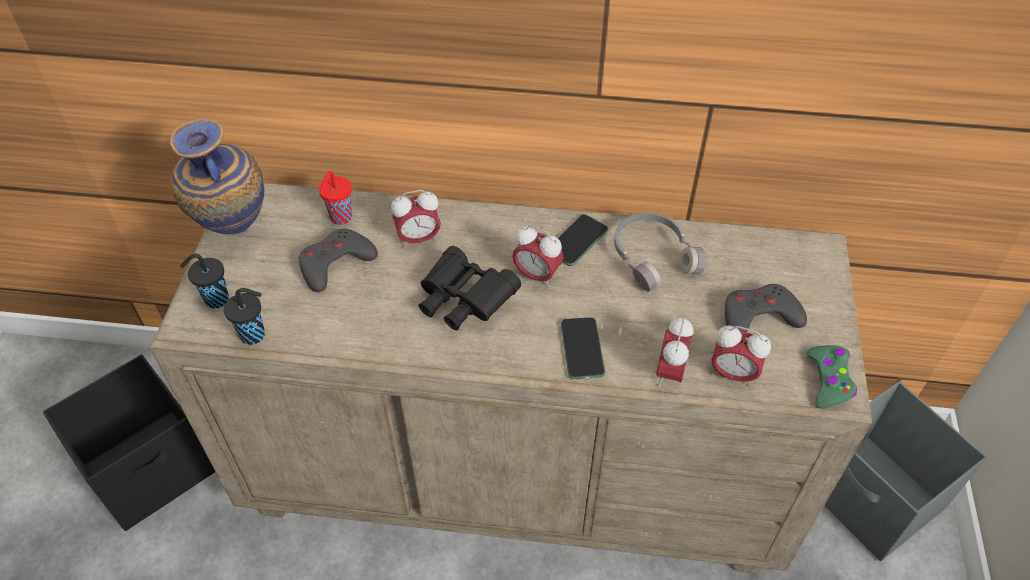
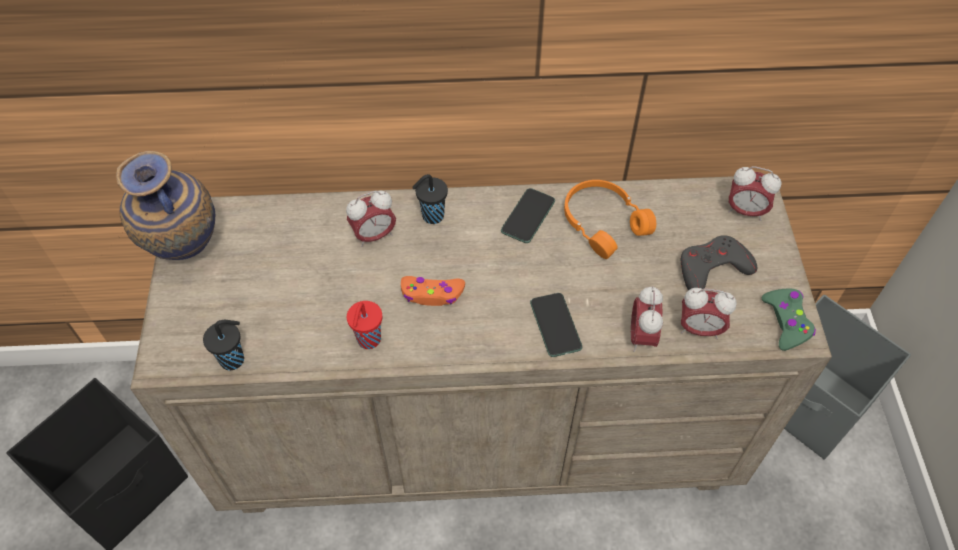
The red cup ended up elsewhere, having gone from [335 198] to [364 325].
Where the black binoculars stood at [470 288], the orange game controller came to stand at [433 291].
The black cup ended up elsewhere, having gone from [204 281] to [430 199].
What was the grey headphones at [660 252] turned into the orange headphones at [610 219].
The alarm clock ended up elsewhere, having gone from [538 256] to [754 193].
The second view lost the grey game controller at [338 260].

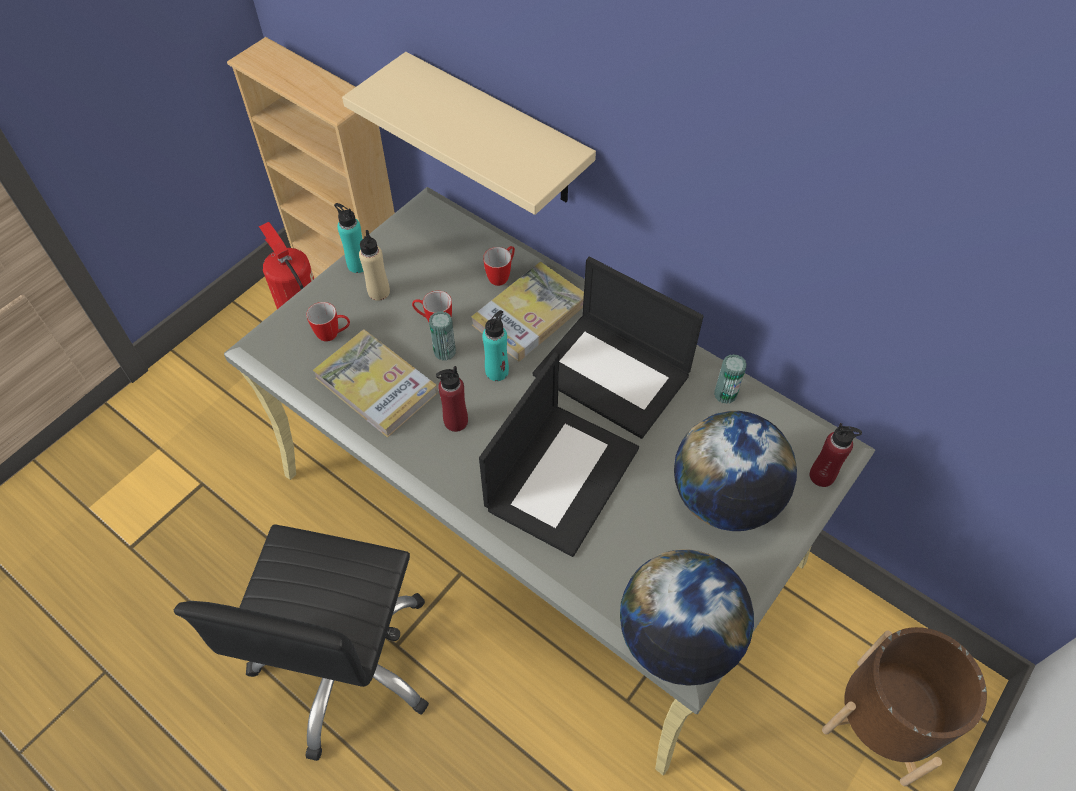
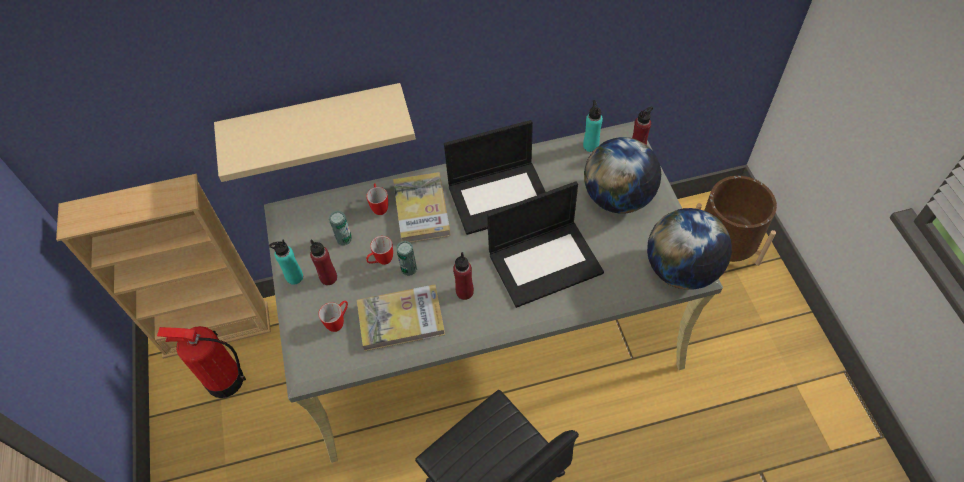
What was the beige bottle at [374 265] turned into the red bottle at [323 262].
The can ended up elsewhere, having gone from [730 379] to [340 228].
The laptop at [559 454] ended up facing another way, 90 degrees clockwise from before.
The turquoise bottle ended up elsewhere, having gone from [495 345] to [593 126].

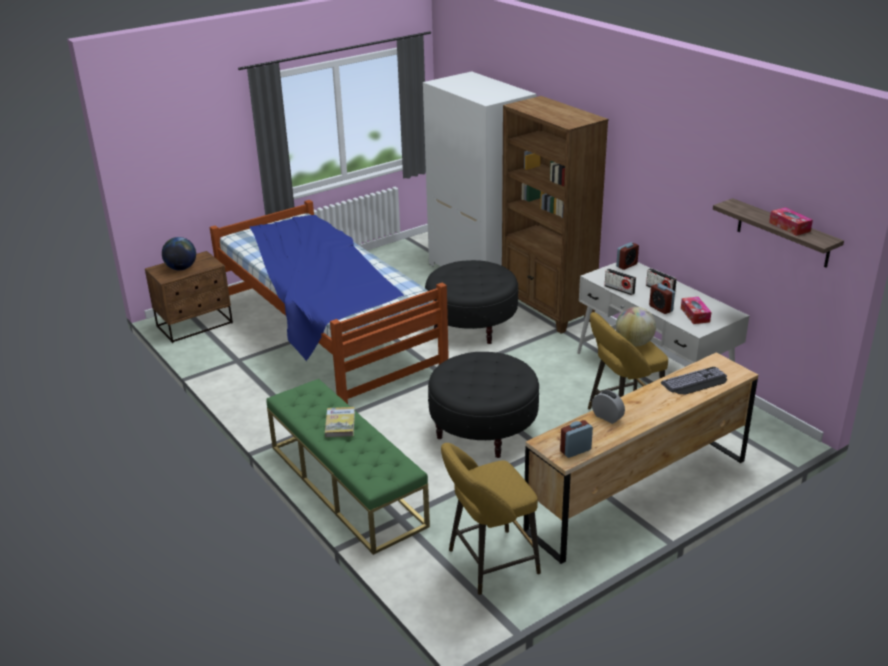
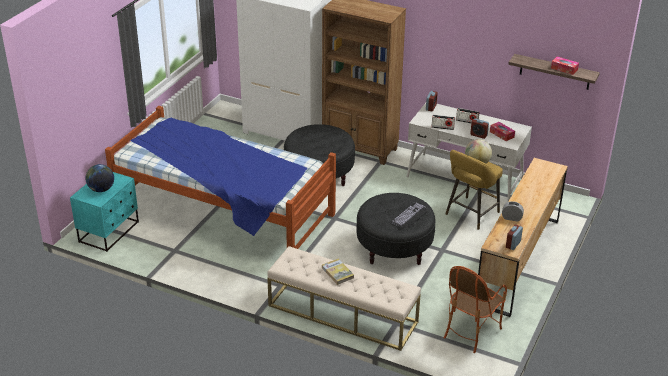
What was the brown nightstand at [189 297] turned into the turquoise nightstand at [104 212].
What was the green bench at [348 467] turned into the beige bench at [344 298].
The keyboard ended up elsewhere, having gone from [694 381] to [409 215].
Where the yellow stool stood at [491 519], the armchair came to stand at [475 309].

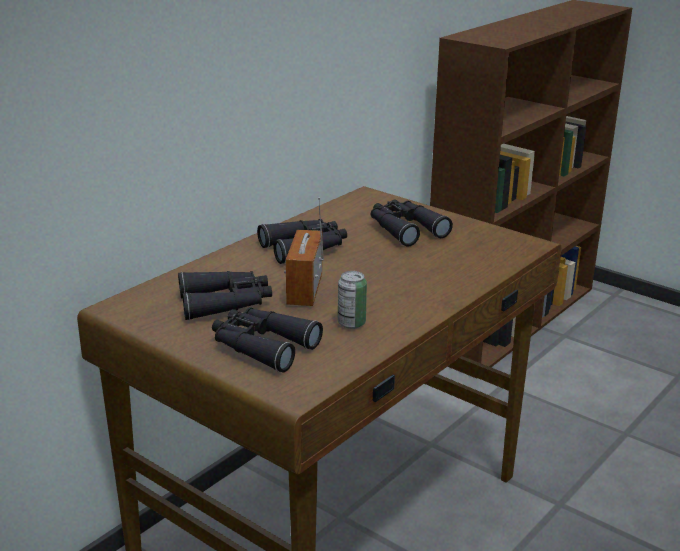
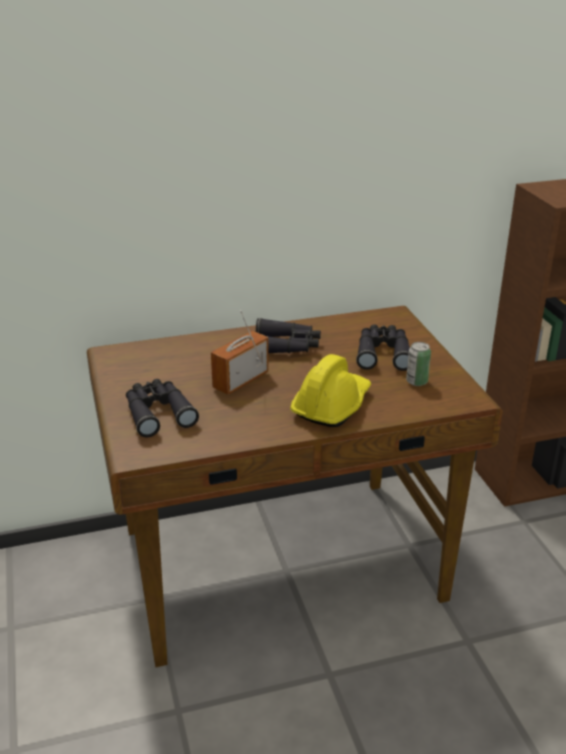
The second view gained the yellow hard hat at [330 390].
The can ended up elsewhere, having gone from [352 300] to [418 364].
The second view lost the black binoculars at [225 295].

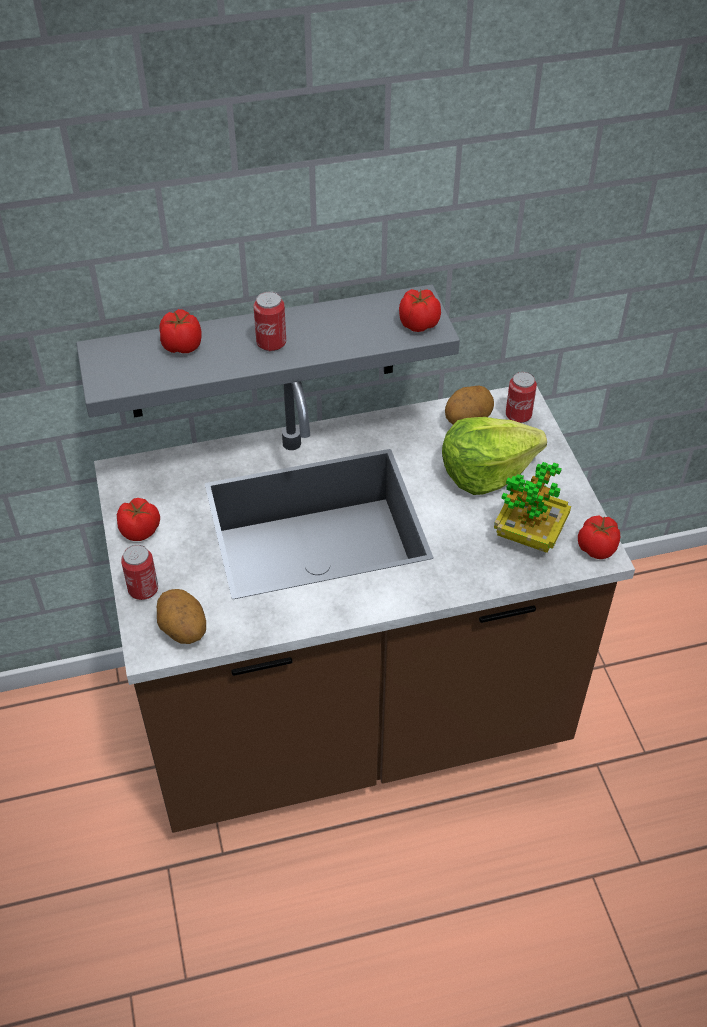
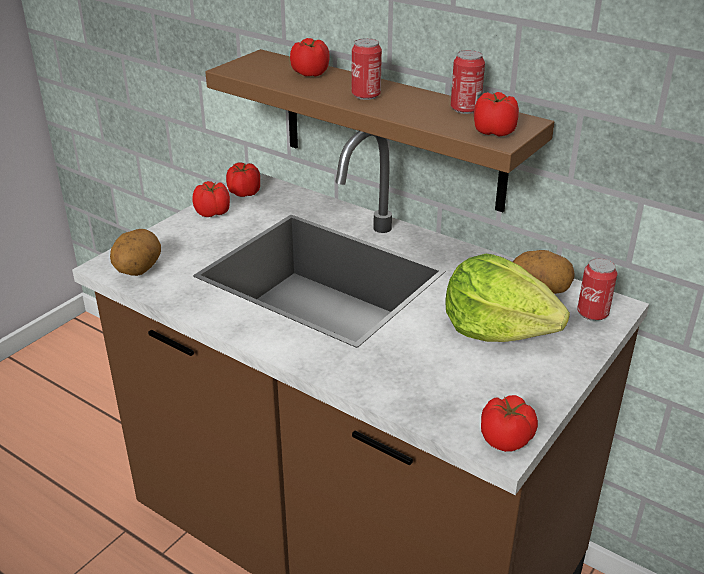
What was the grey shelf at [268 351] turned into the brown shelf at [379 130].
The second view gained the tomato at [243 179].
The can ended up elsewhere, having gone from [139 572] to [468 82].
The second view lost the potted plant at [532 507].

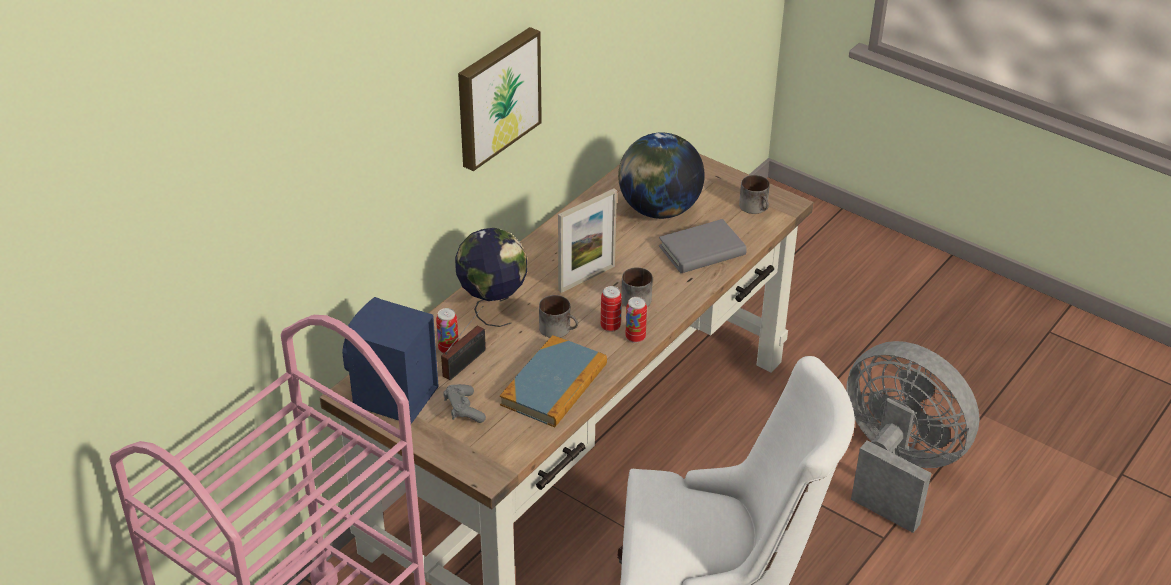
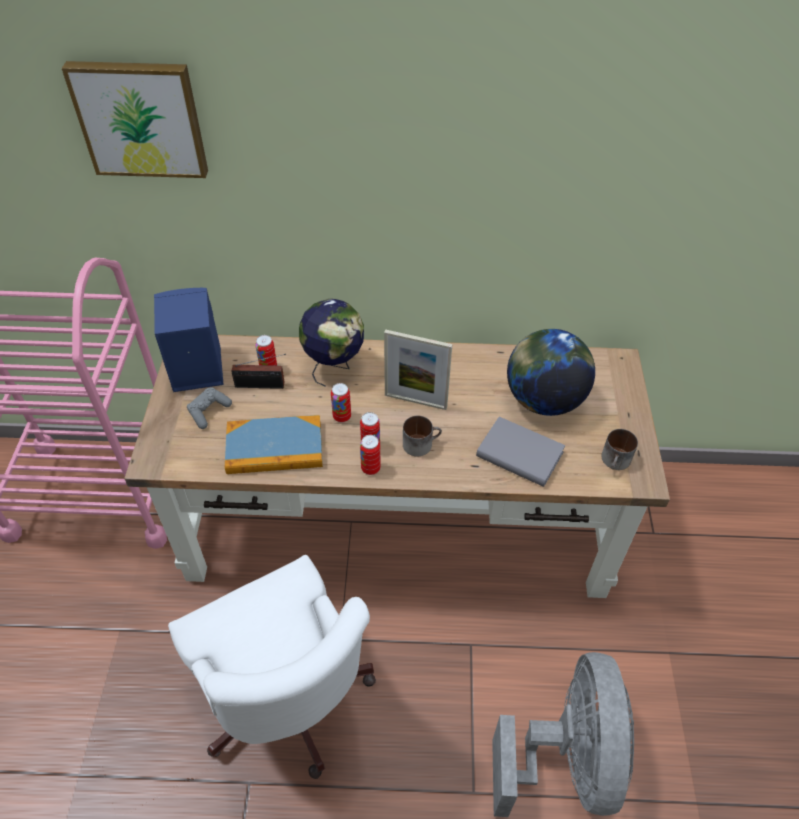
The picture ended up elsewhere, having gone from [500 99] to [135 119].
Where the mug stood at [558 316], the can came to stand at [341 402].

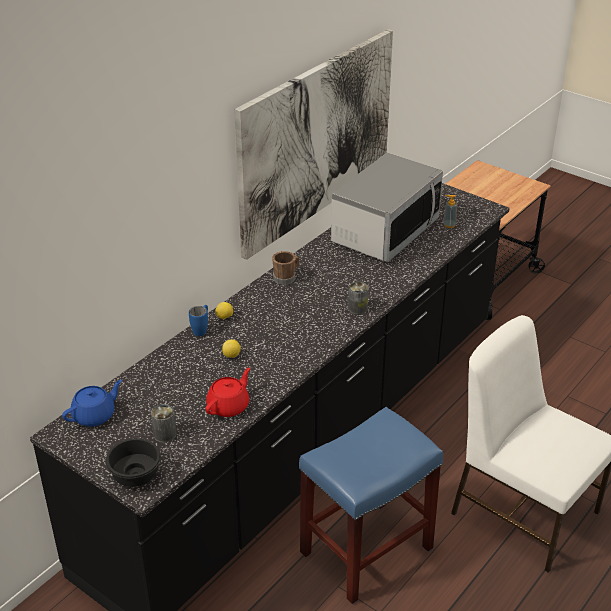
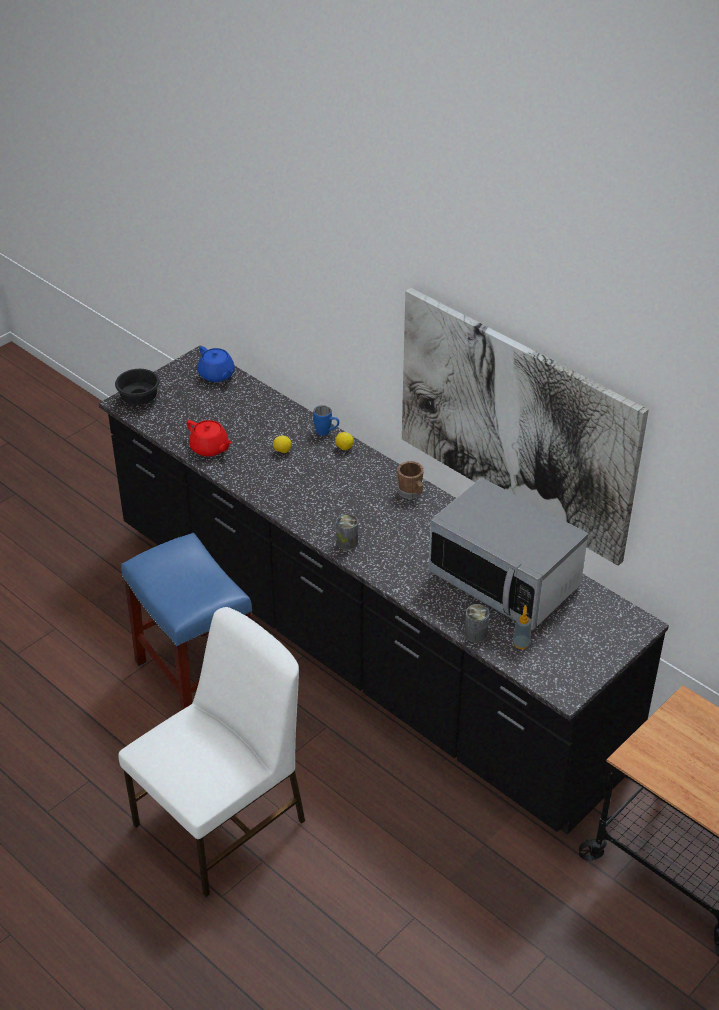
The can ended up elsewhere, having gone from [164 423] to [476 623].

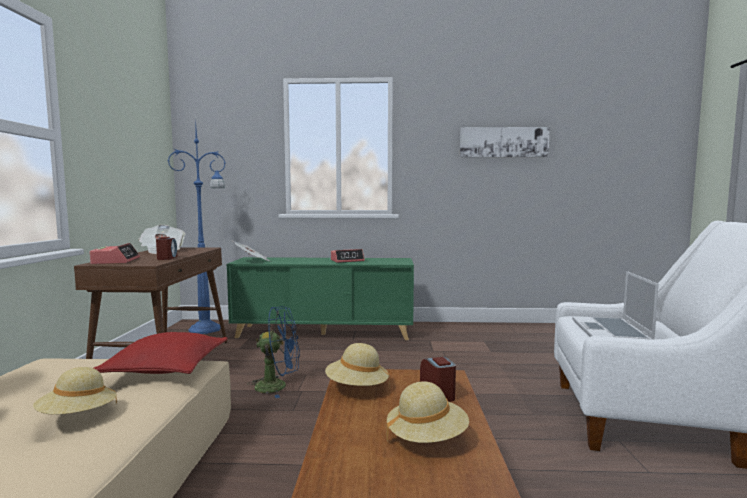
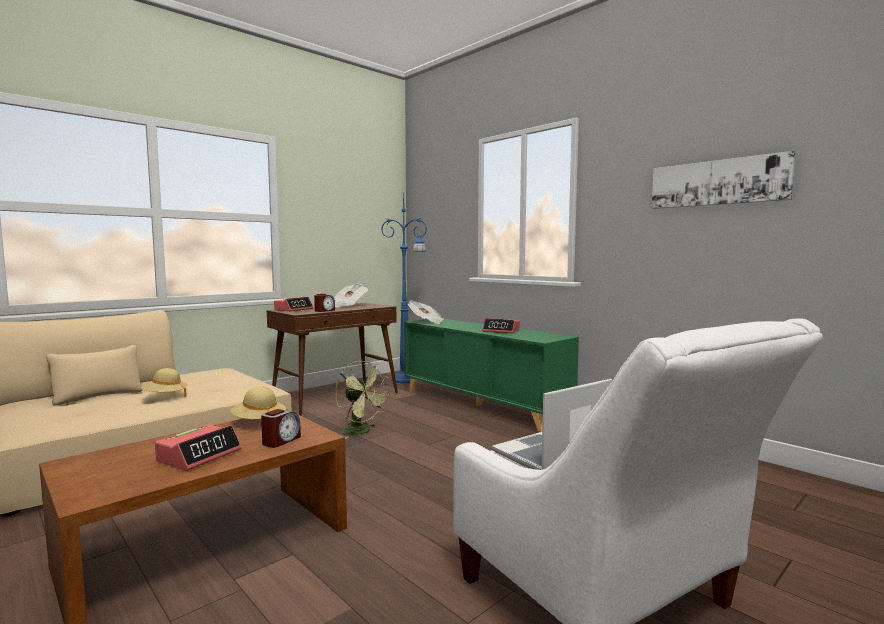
Where the beige hat stood at [428 412], the alarm clock came to stand at [198 447].
What was the blue fan at [273 352] turned into the green fan at [363 400].
The second view lost the red pillow at [161 353].

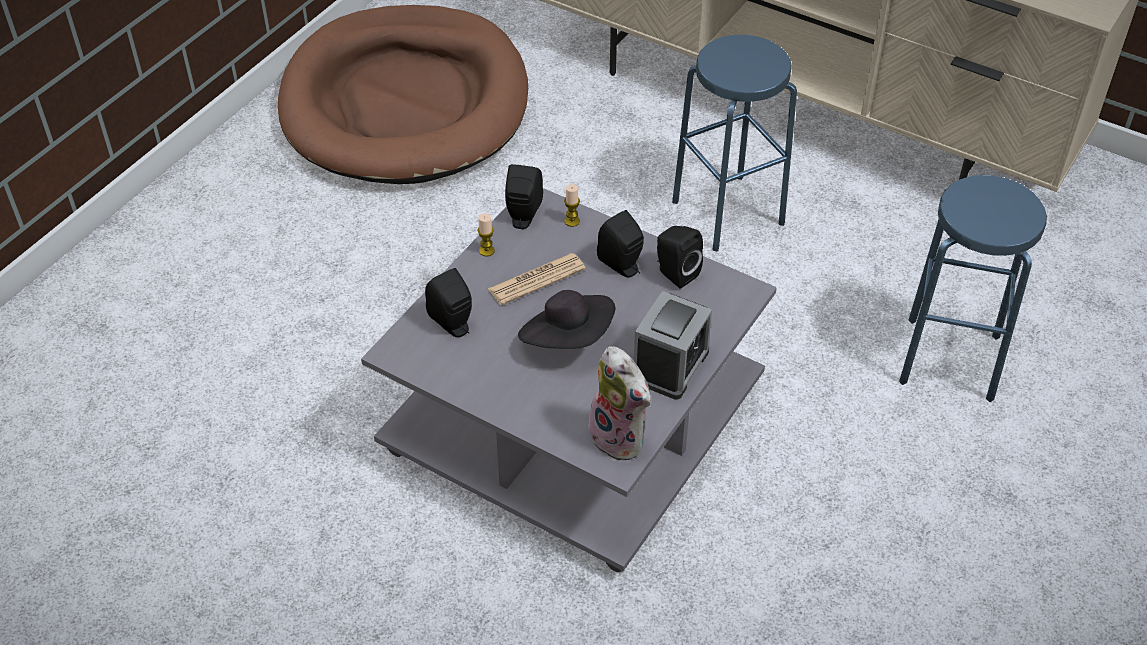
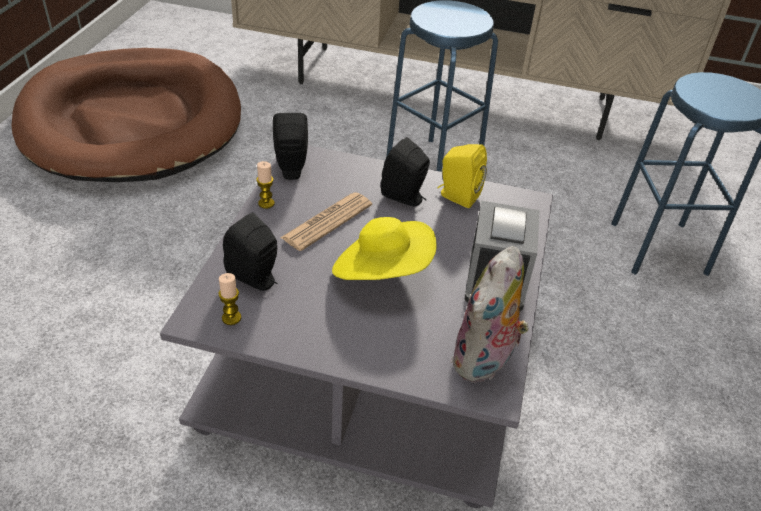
The candle ended up elsewhere, having gone from [572 205] to [229 299].
What was the black hat at [566 319] turned into the yellow hat at [384 248].
What was the black speaker at [680 257] turned into the yellow speaker at [462 176].
The plush toy at [619 403] ended up facing another way, 90 degrees clockwise from before.

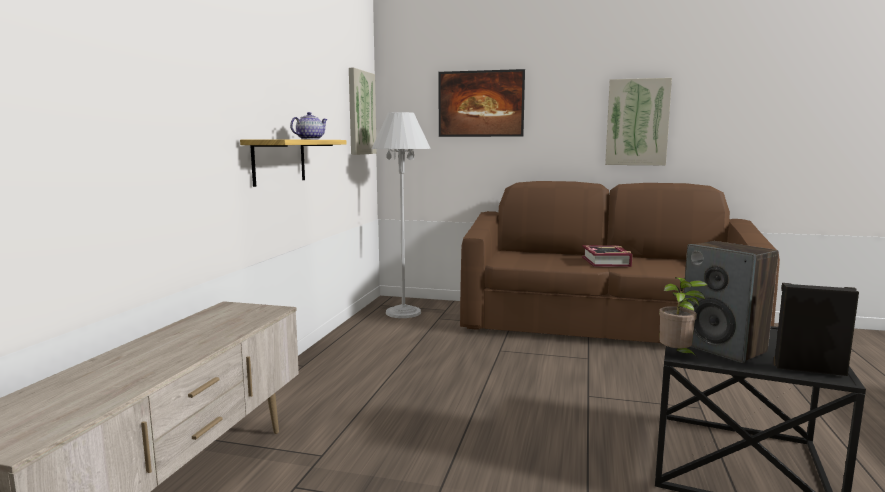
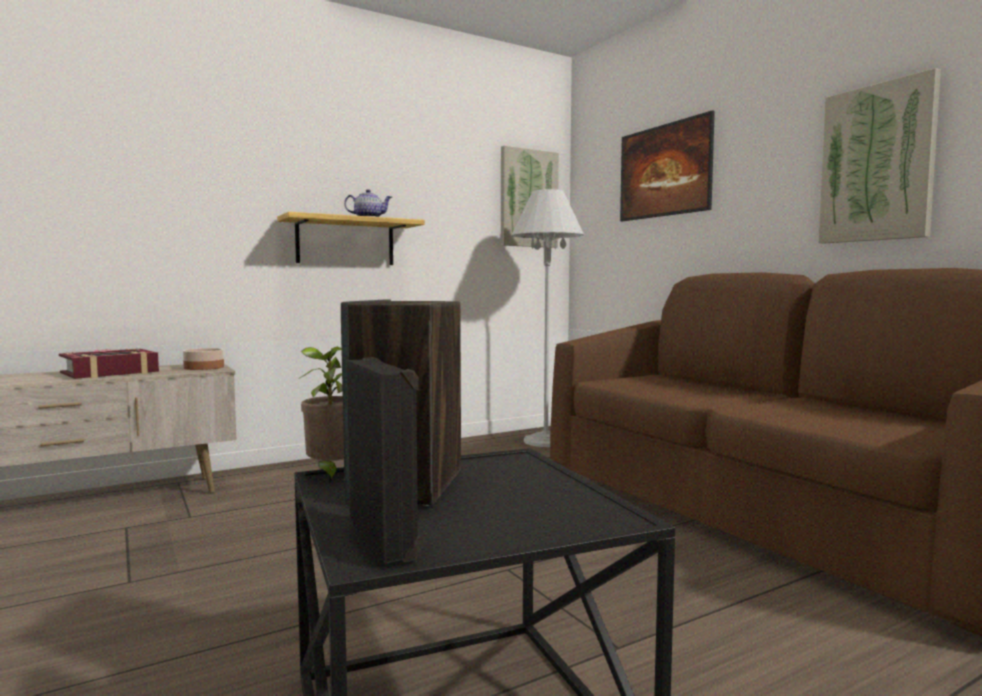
The book ended up elsewhere, having gone from [607 256] to [109 363].
The second view gained the bowl at [203 359].

